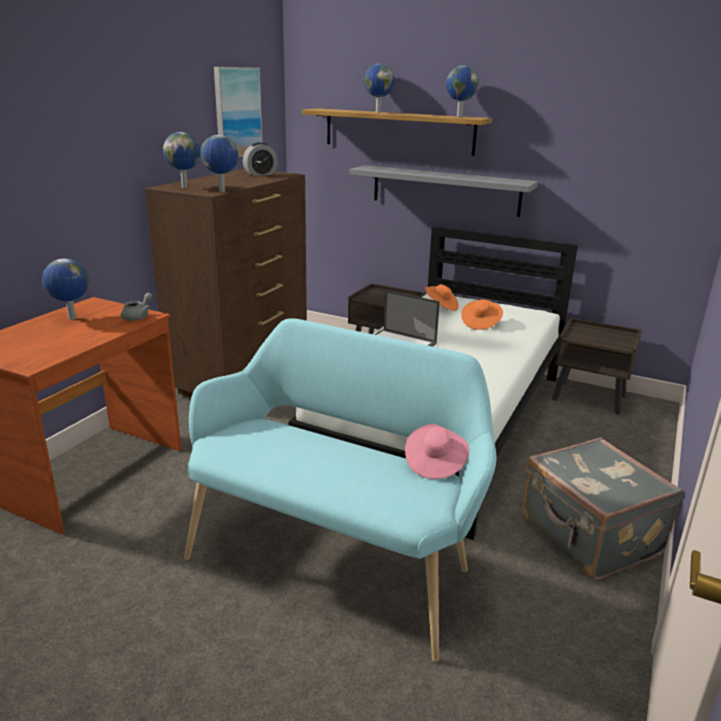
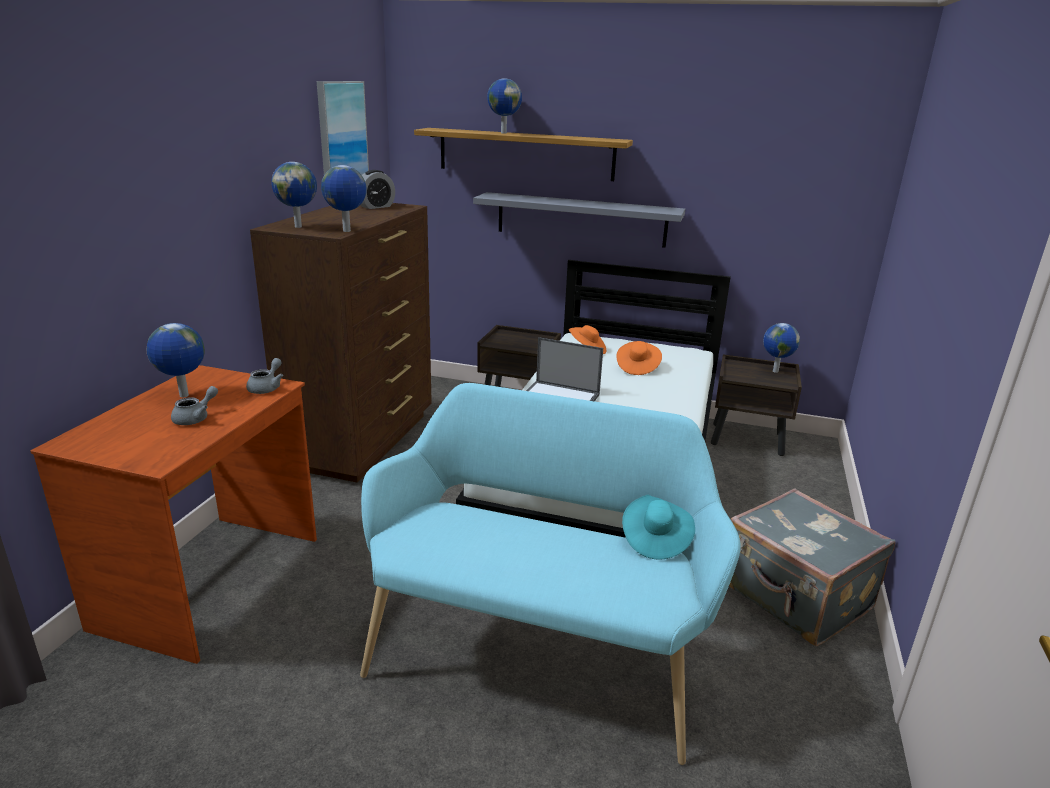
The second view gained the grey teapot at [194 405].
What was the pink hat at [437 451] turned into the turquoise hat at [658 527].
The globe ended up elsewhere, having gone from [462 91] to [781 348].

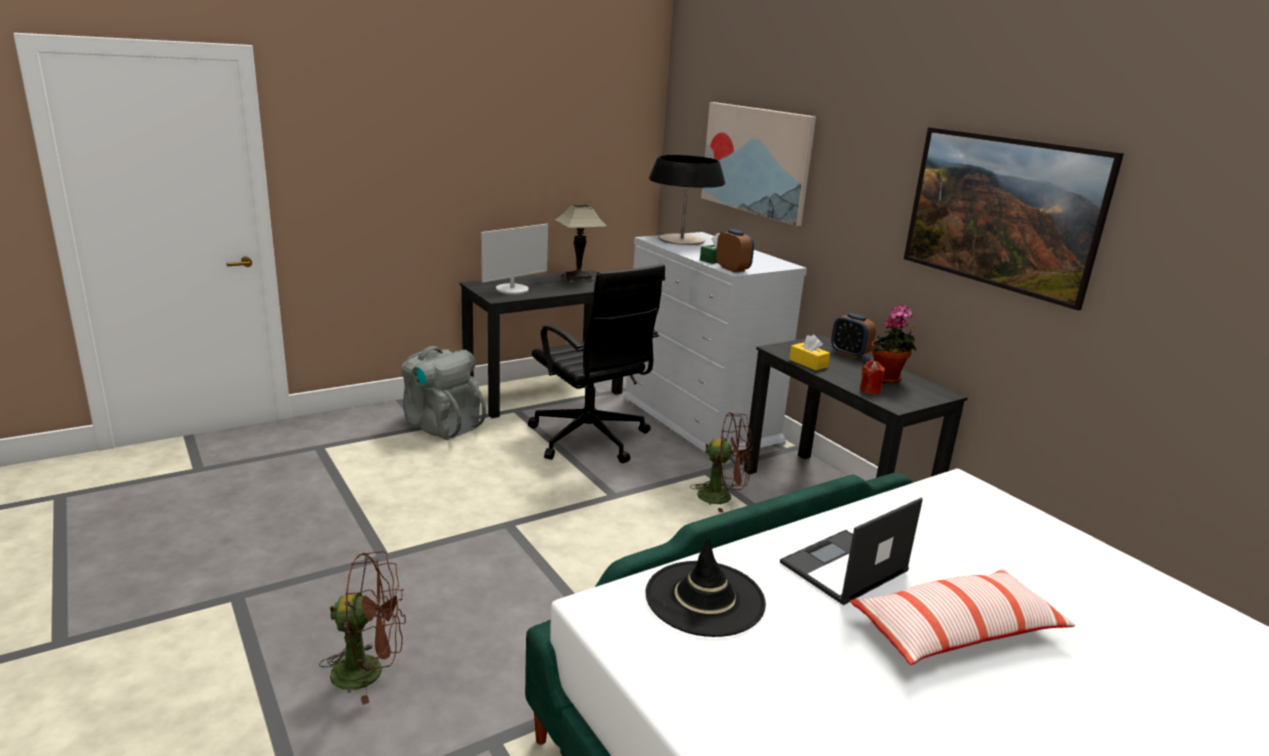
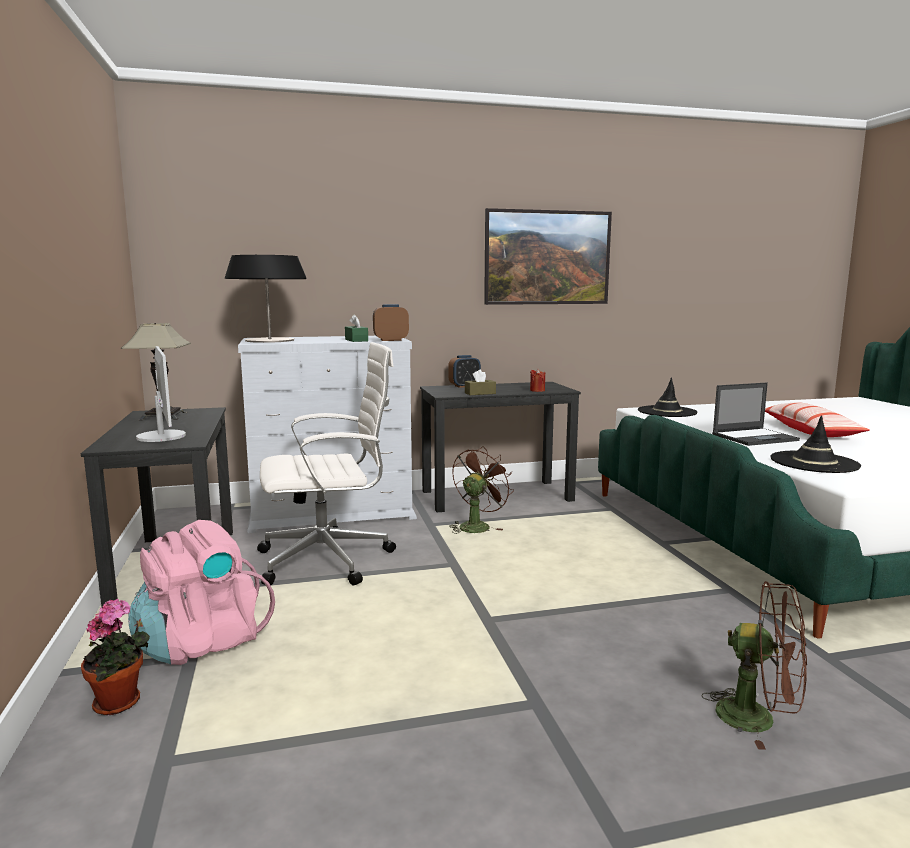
The potted plant ended up elsewhere, having gone from [893 343] to [115 657].
What was the grey backpack at [444 393] turned into the pink backpack at [201 592].
What was the black office chair at [596 363] turned into the white office chair at [326 464].
What was the yellow tissue box at [809 352] turned into the brown tissue box at [480 382].
The second view gained the black hat at [667 397].
The brown fan at [362 628] ended up facing another way, 105 degrees clockwise from before.
The laptop at [851 551] ended up facing another way, 90 degrees counterclockwise from before.
The second view lost the picture at [758 164].

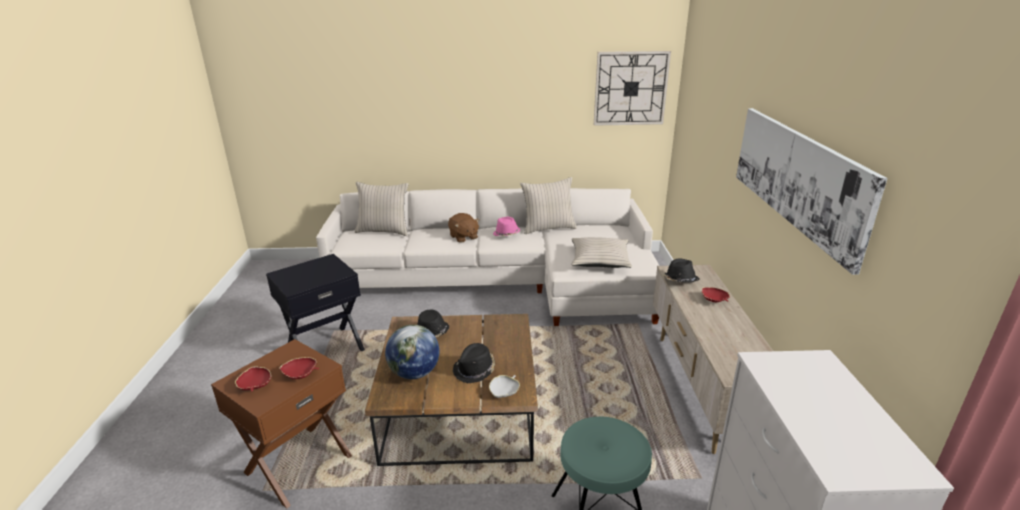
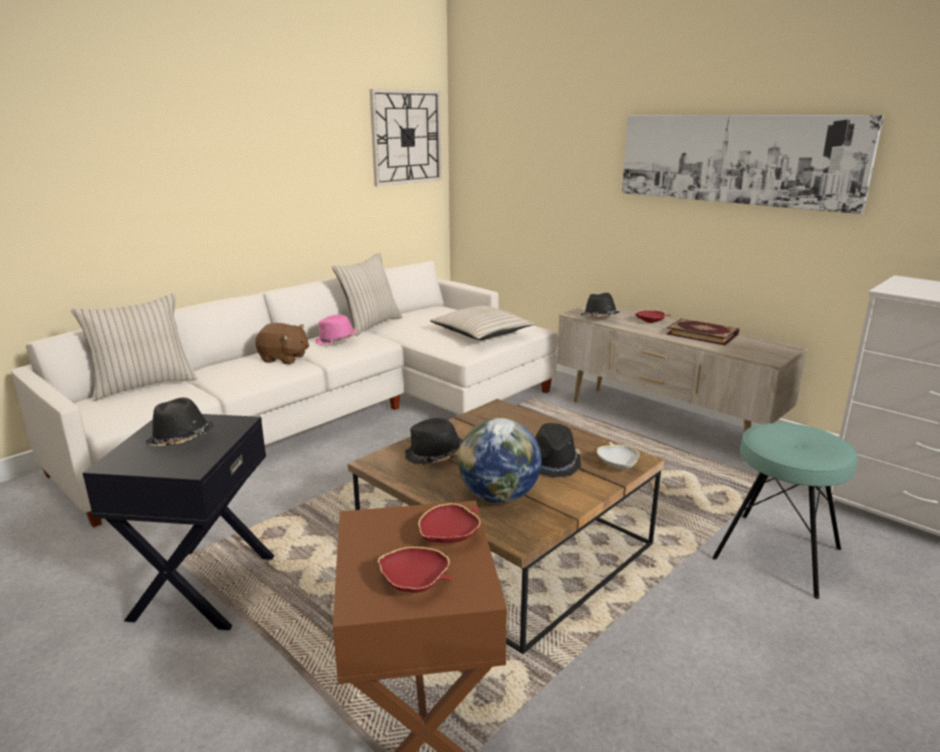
The second view gained the black hat at [179 421].
The second view gained the book at [703 332].

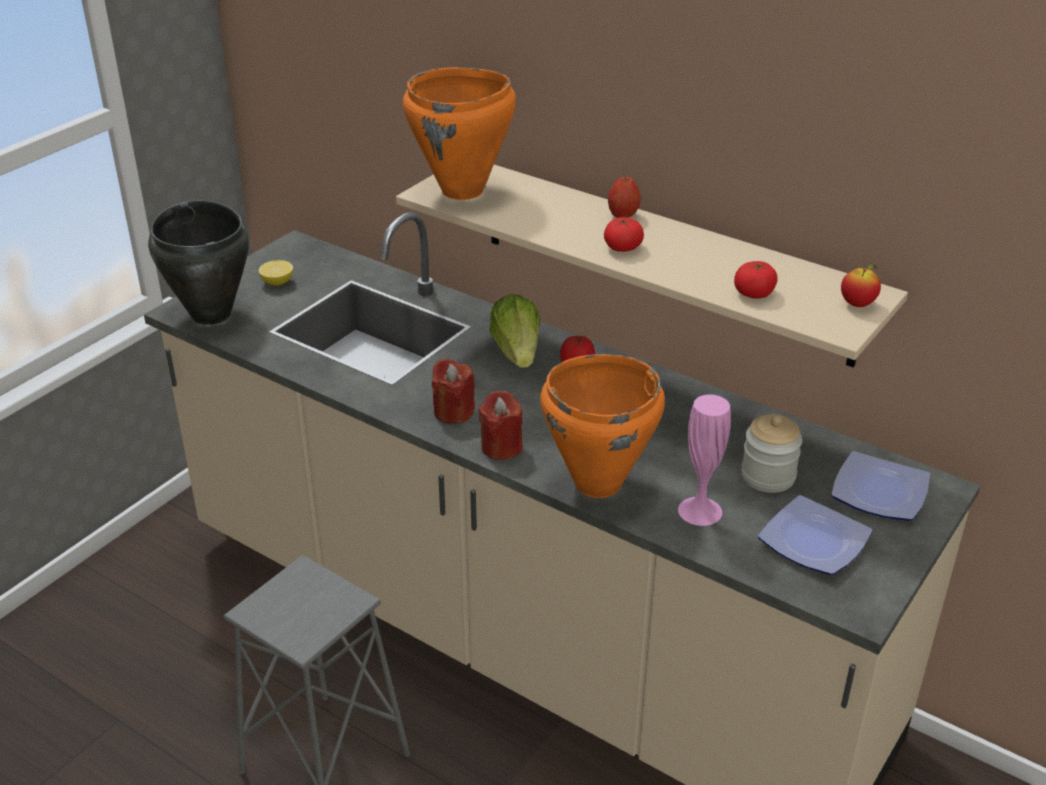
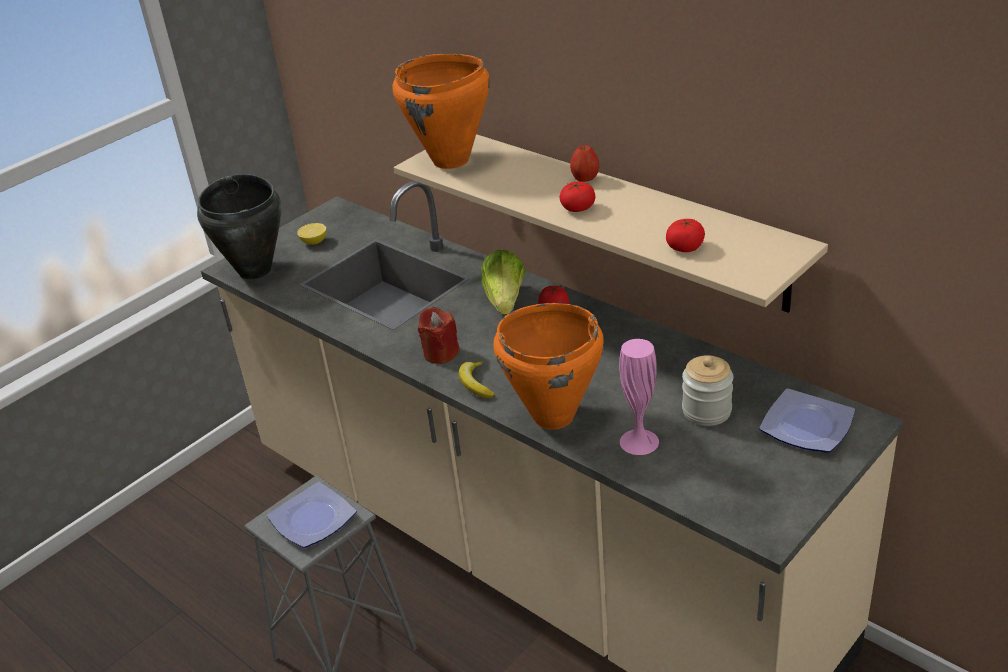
The plate ended up elsewhere, having gone from [815 535] to [312 515].
Where the red candle stood at [500 425], the banana came to stand at [477 380].
The second view lost the apple at [861 285].

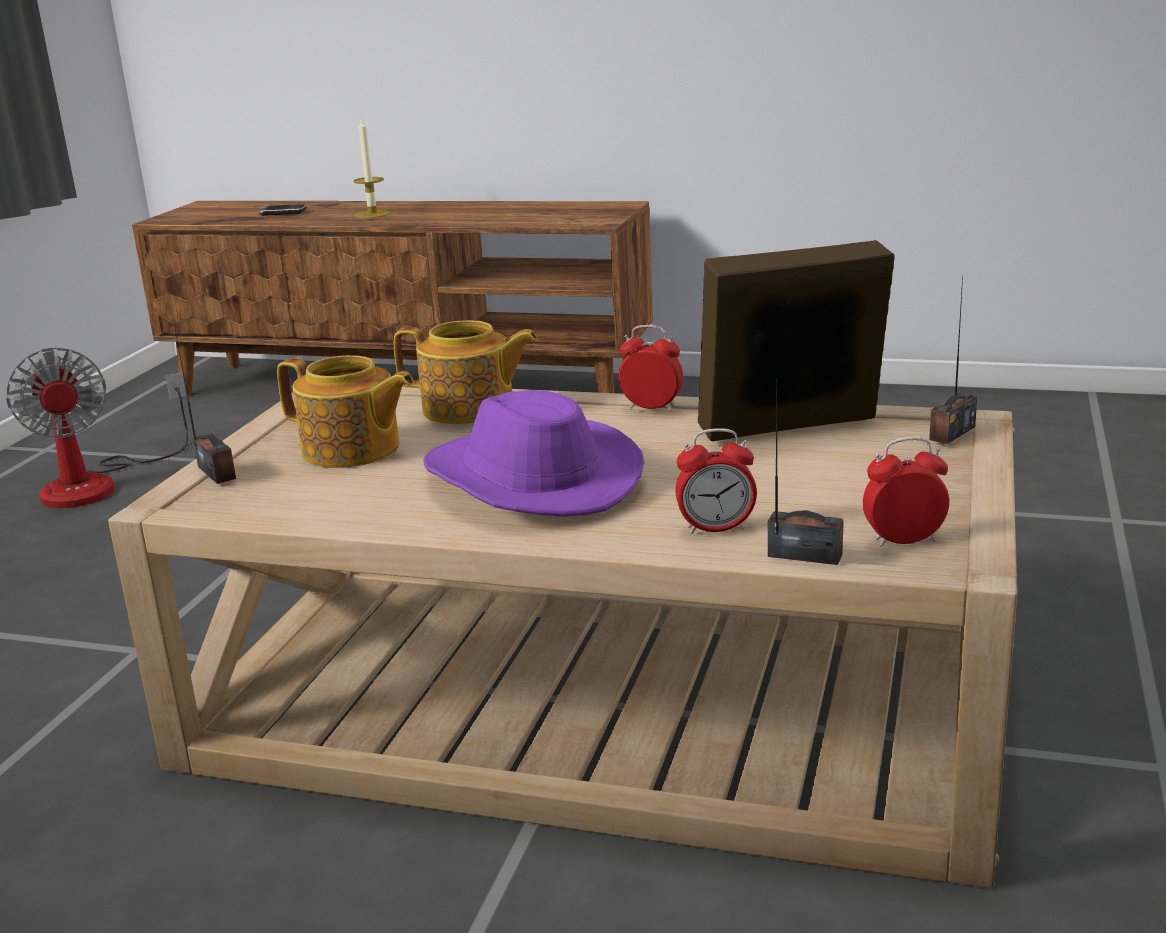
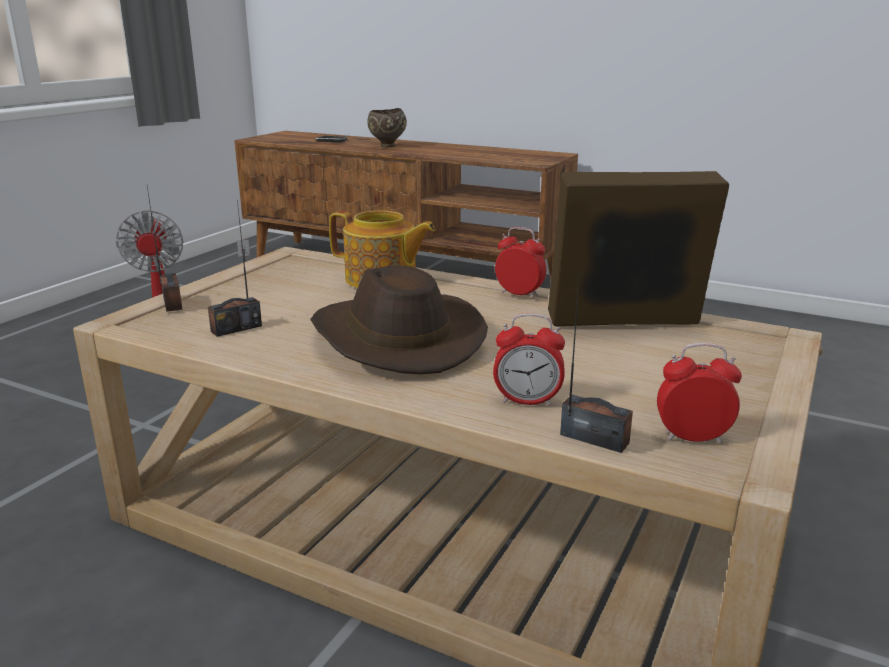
The radio ended up elsewhere, having gone from [953 359] to [235 268].
What was the purple hat at [534 453] turned into the brown hat at [399 319].
Where the candle stood at [371 167], the brown bowl came to stand at [387 127].
The second view lost the teapot at [345 411].

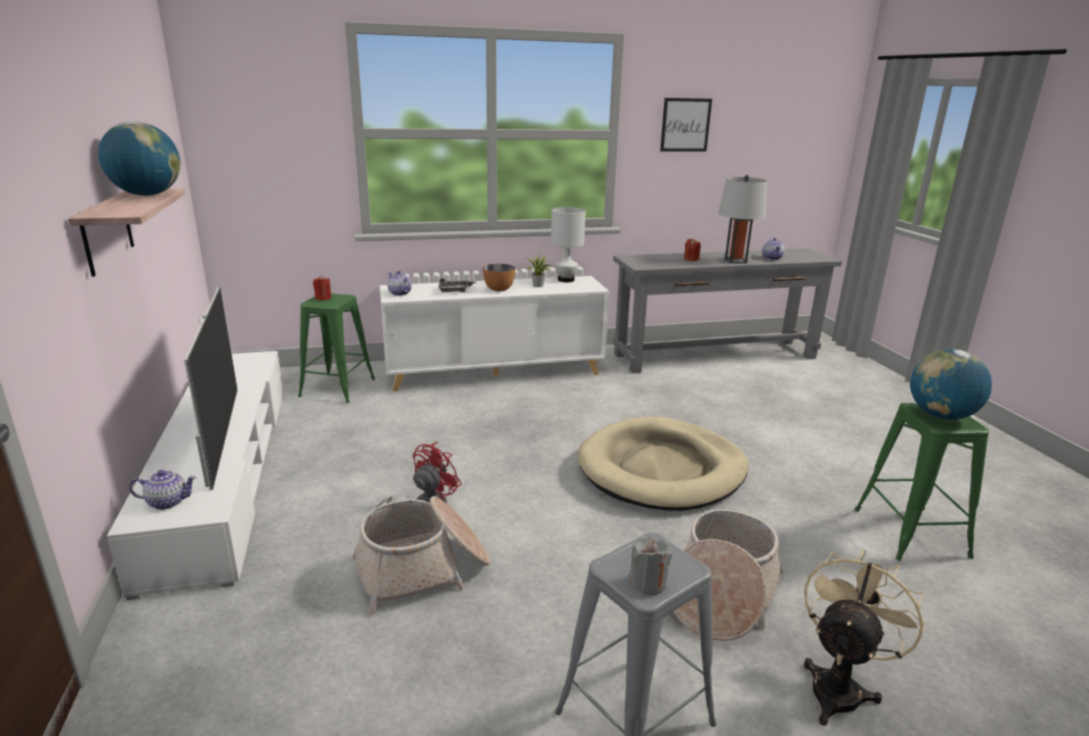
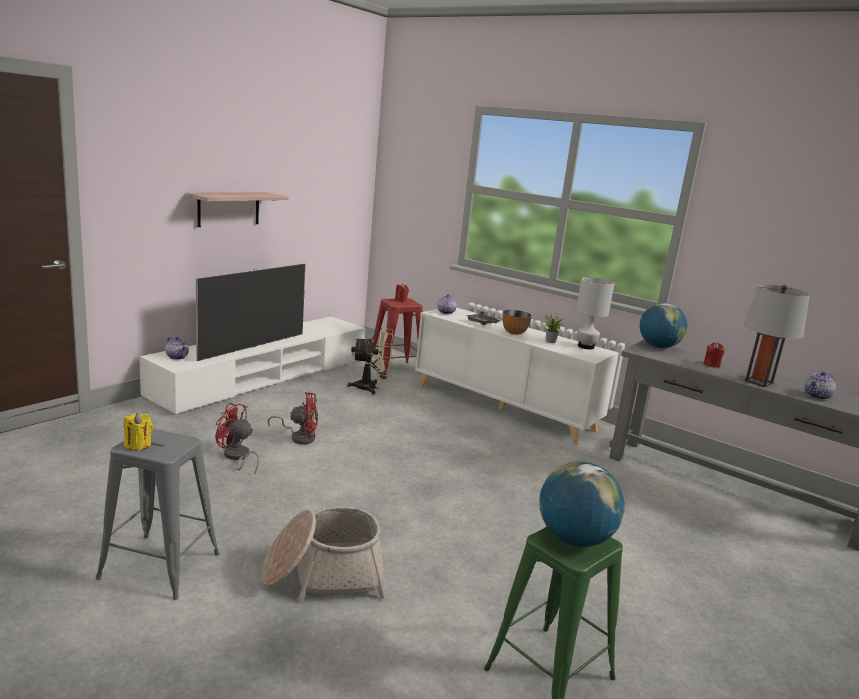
What was the grey candle at [650 565] turned into the yellow candle at [138 432].
Where the basket stood at [421 555], the red fan came to stand at [237 439].
The beige fan ended up elsewhere, having gone from [864 637] to [370 361].
What was the green stool at [336 348] turned into the red stool at [396 338].
The globe ended up elsewhere, having gone from [139 158] to [663 325].
The second view lost the beige dog bed at [662 464].
The second view lost the picture at [686 124].

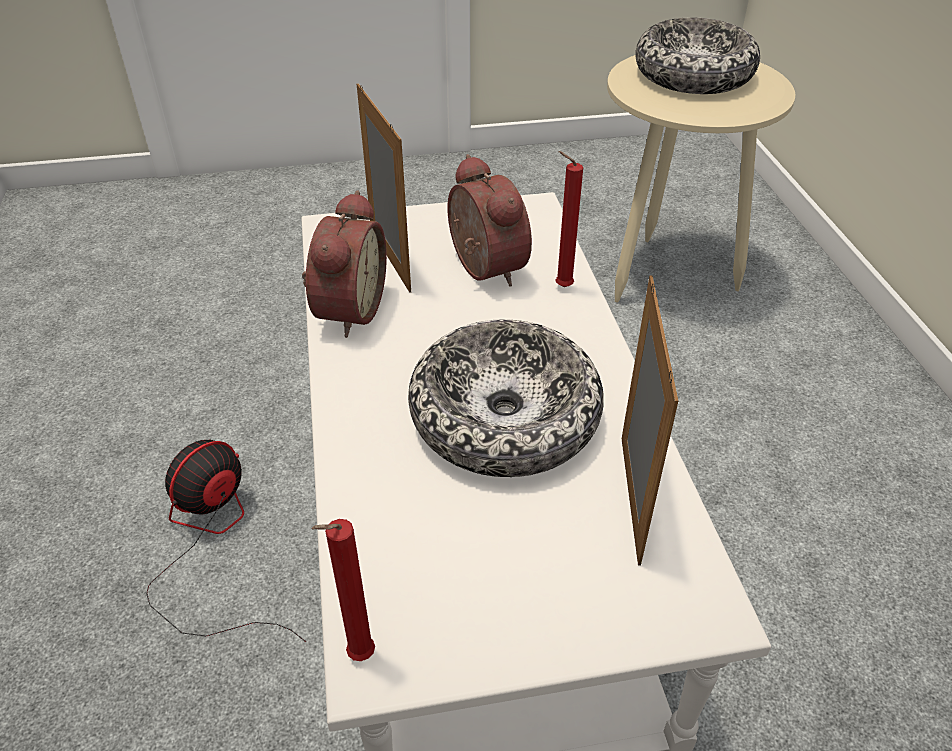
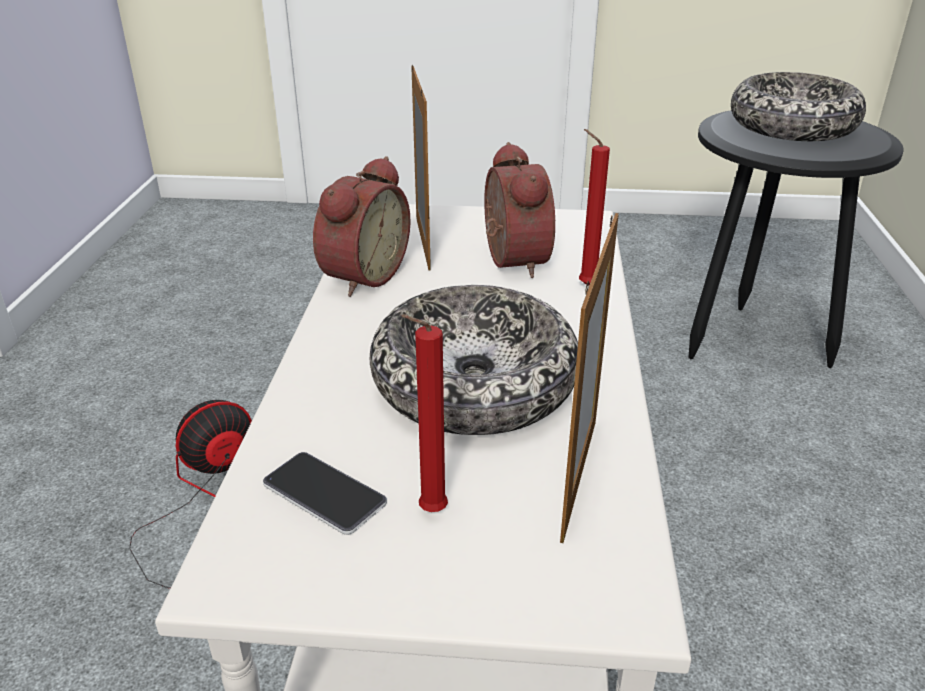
The second view gained the phone at [325 493].
The red candle ended up elsewhere, having gone from [343 590] to [424 413].
What was the beige side table at [701 179] turned into the black side table at [796 239].

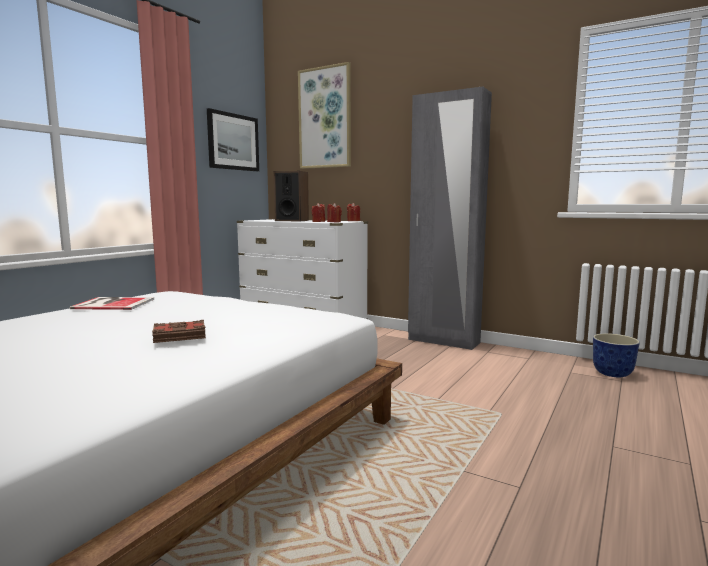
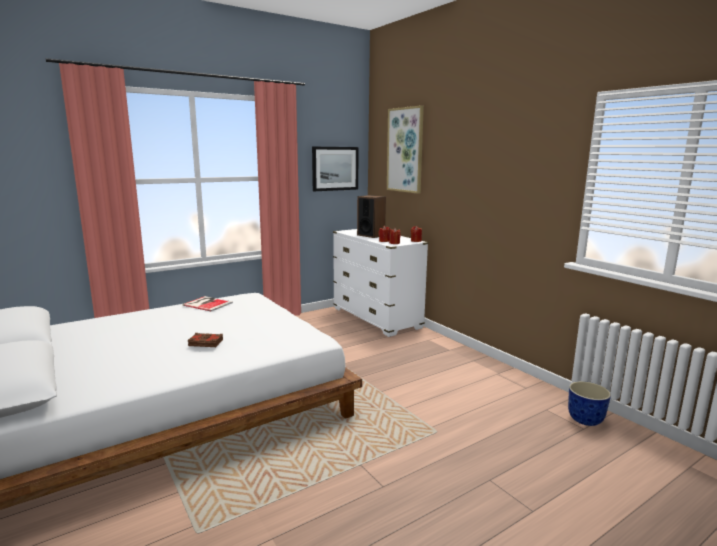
The second view lost the grey wardrobe at [450 218].

